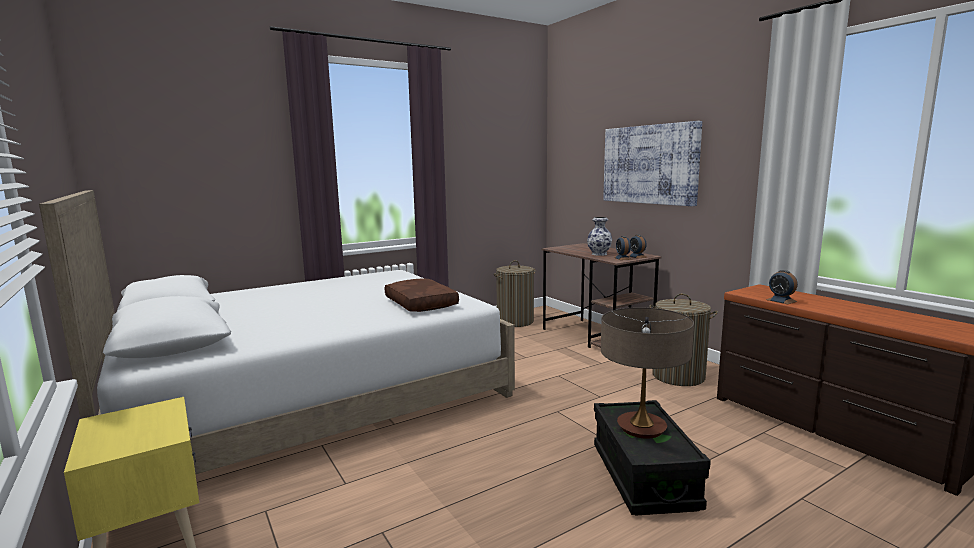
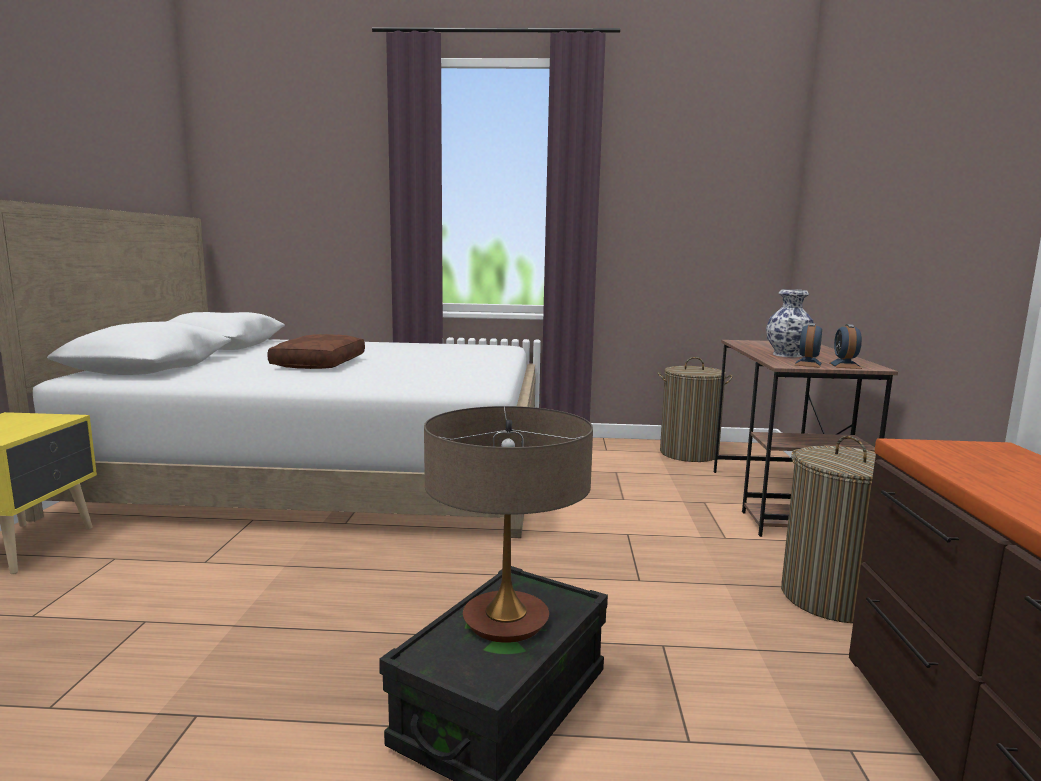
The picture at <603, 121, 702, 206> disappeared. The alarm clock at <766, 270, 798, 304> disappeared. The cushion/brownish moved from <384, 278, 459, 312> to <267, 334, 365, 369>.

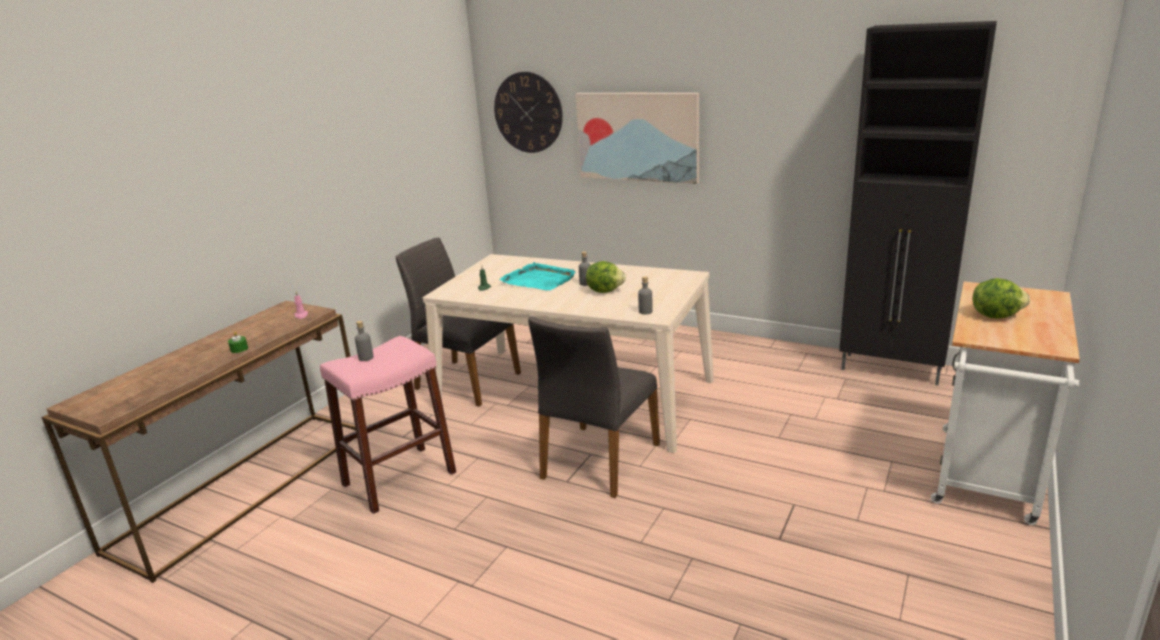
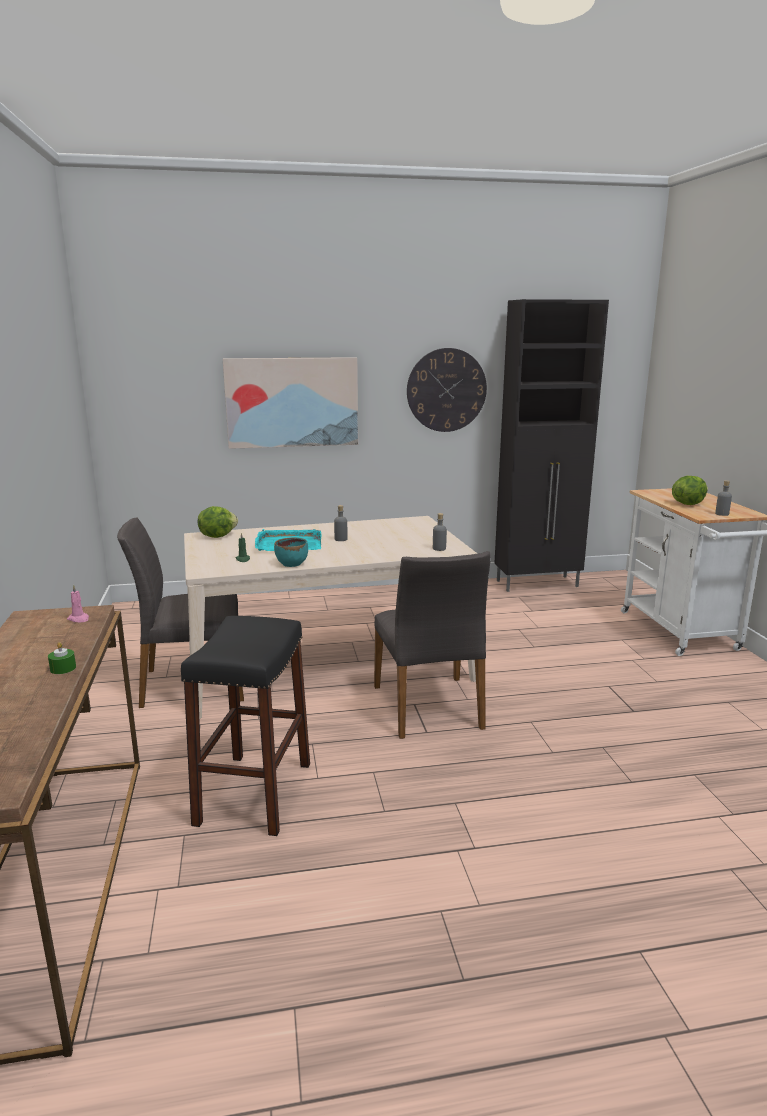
The serving bowl/turquoise at <274, 538, 308, 567> appeared. The beverage bottle/gray moved from <355, 321, 374, 361> to <715, 480, 732, 516>. The wall clock moved from <494, 72, 563, 153> to <407, 348, 487, 432>. The head of lettuce moved from <586, 261, 626, 293> to <198, 506, 238, 538>. The stool seat/pink at <320, 336, 456, 514> became the stool seat/blackish at <181, 616, 310, 836>.

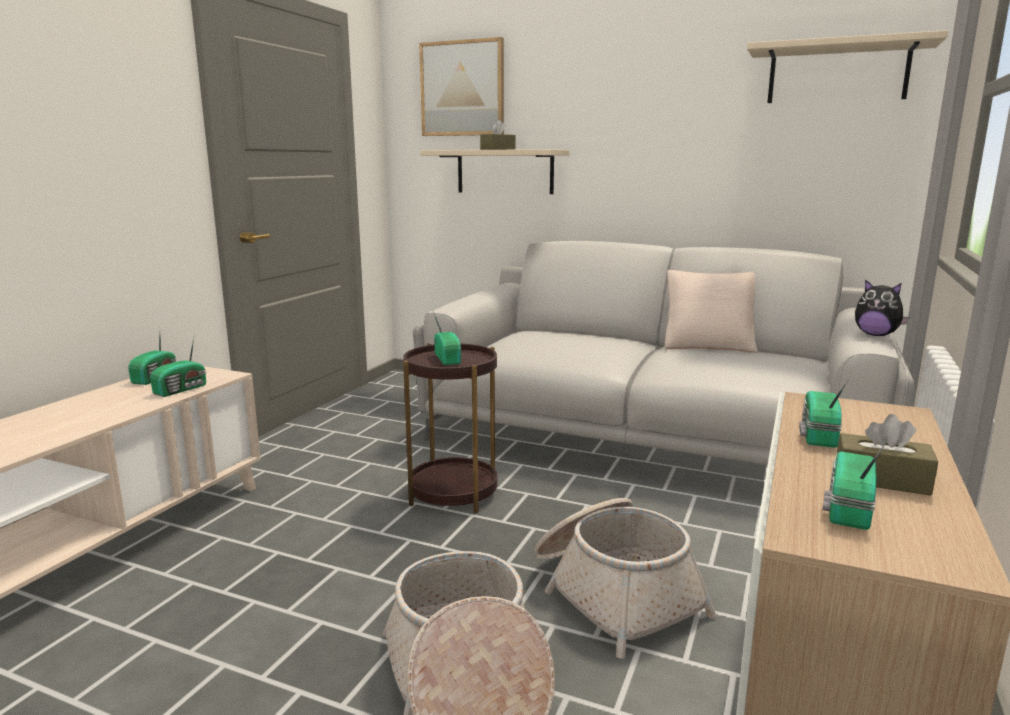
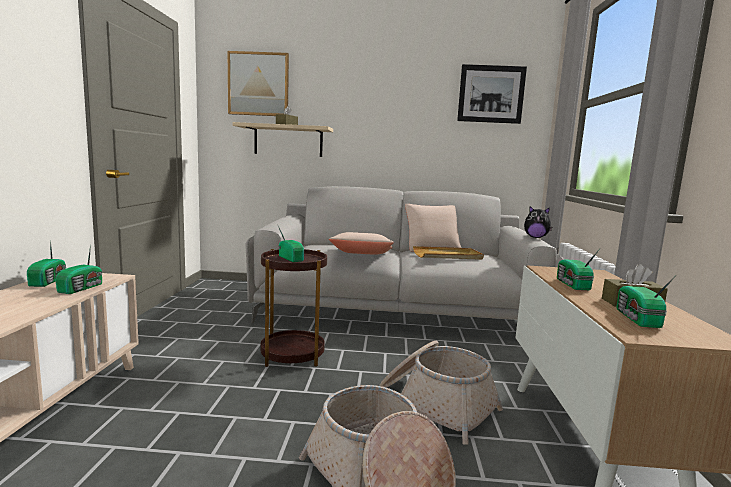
The cushion/beige at <329, 232, 394, 255> appeared. The tray/beige at <413, 246, 484, 260> appeared. The shelf/beige at <747, 30, 948, 103> was replaced by the picture at <457, 64, 527, 124>.

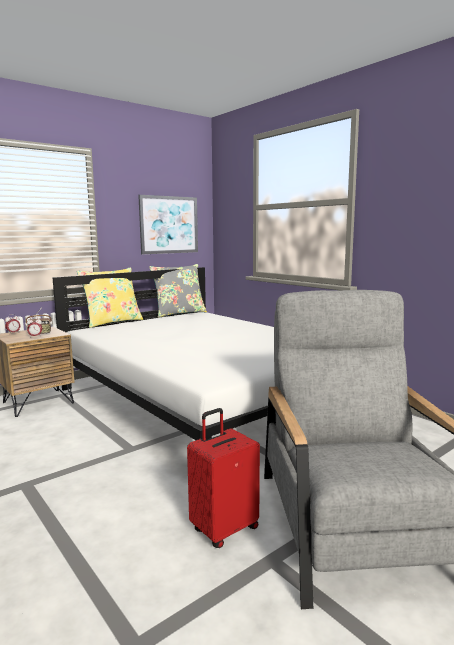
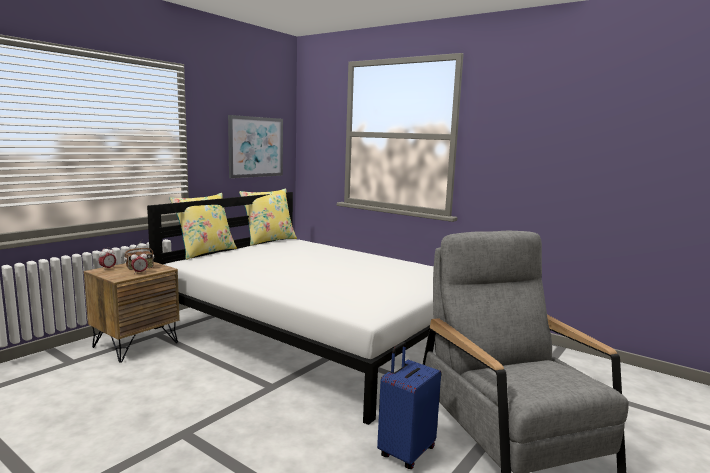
The cushion/gray at <149, 264, 207, 318> became the cushion/yellow-coloured at <239, 188, 297, 246>. The suitcase/reddish at <187, 408, 260, 548> became the suitcase/blue-coloured at <377, 342, 441, 469>.

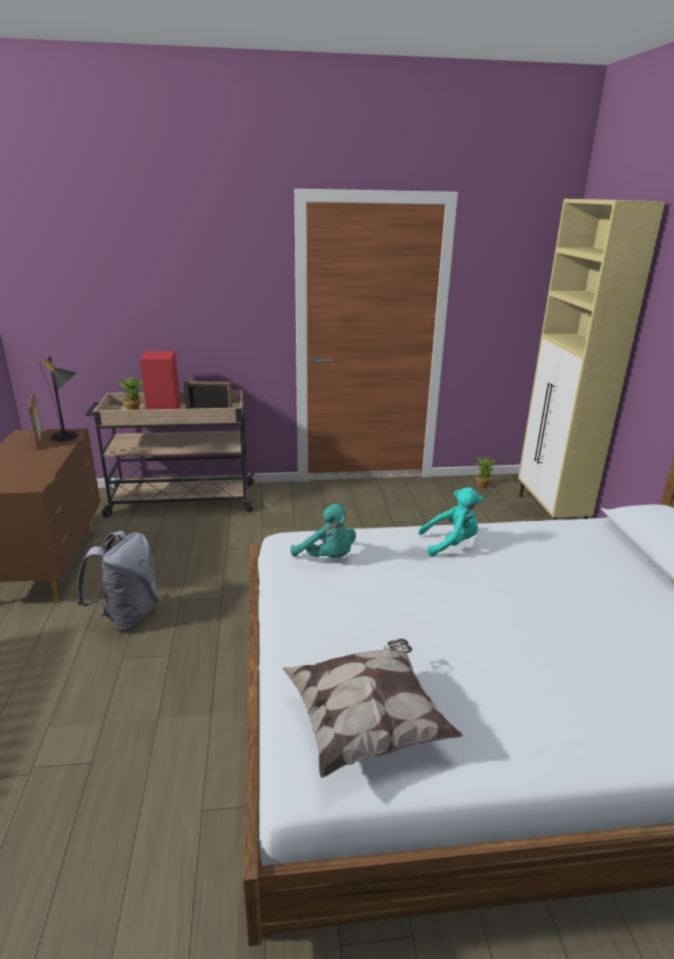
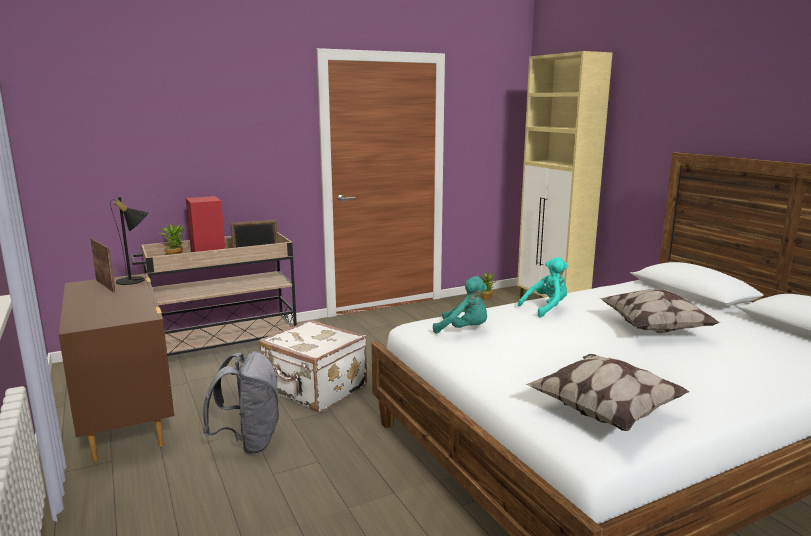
The suitcase/whitish at <258, 320, 367, 412> appeared. The cushion at <600, 289, 720, 333> appeared.

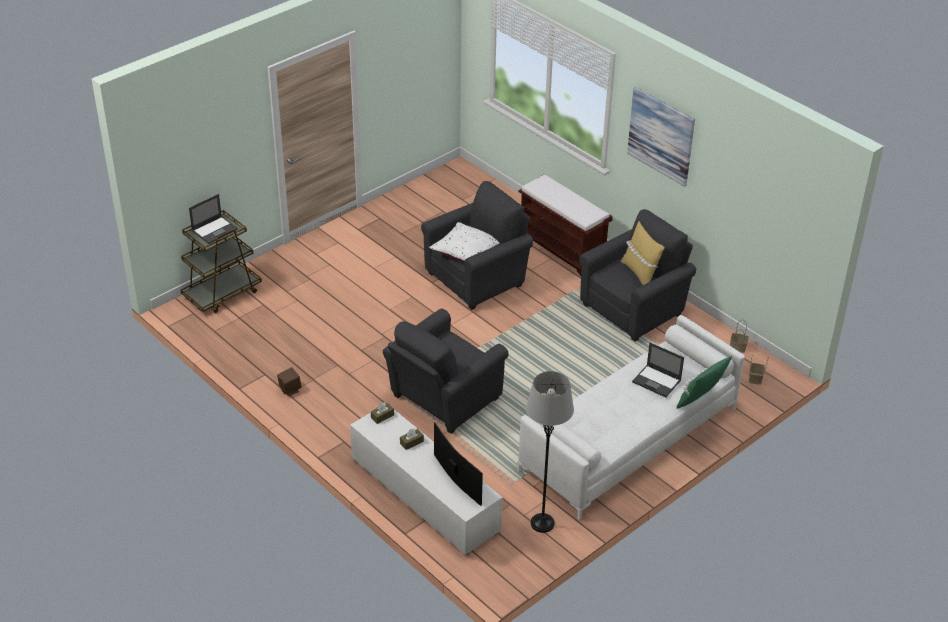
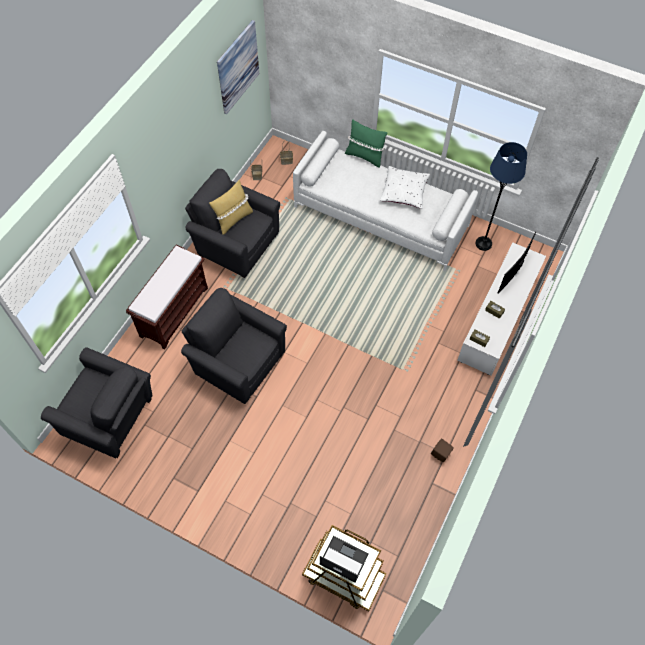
The laptop at <632, 343, 684, 397> disappeared. The lounge chair/gray moved from <383, 309, 508, 434> to <41, 347, 152, 458>. The cushion/whitish moved from <429, 222, 500, 263> to <380, 166, 430, 209>. The picture moved from <627, 87, 695, 187> to <217, 20, 259, 114>. The standard lamp/gray at <526, 371, 574, 533> became the standard lamp/blue-coloured at <476, 142, 527, 251>.

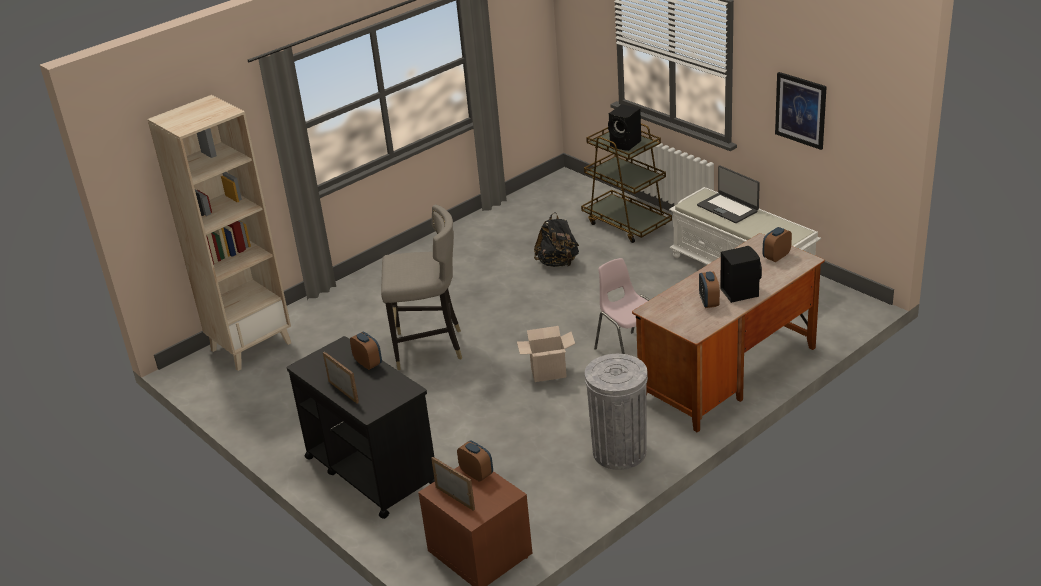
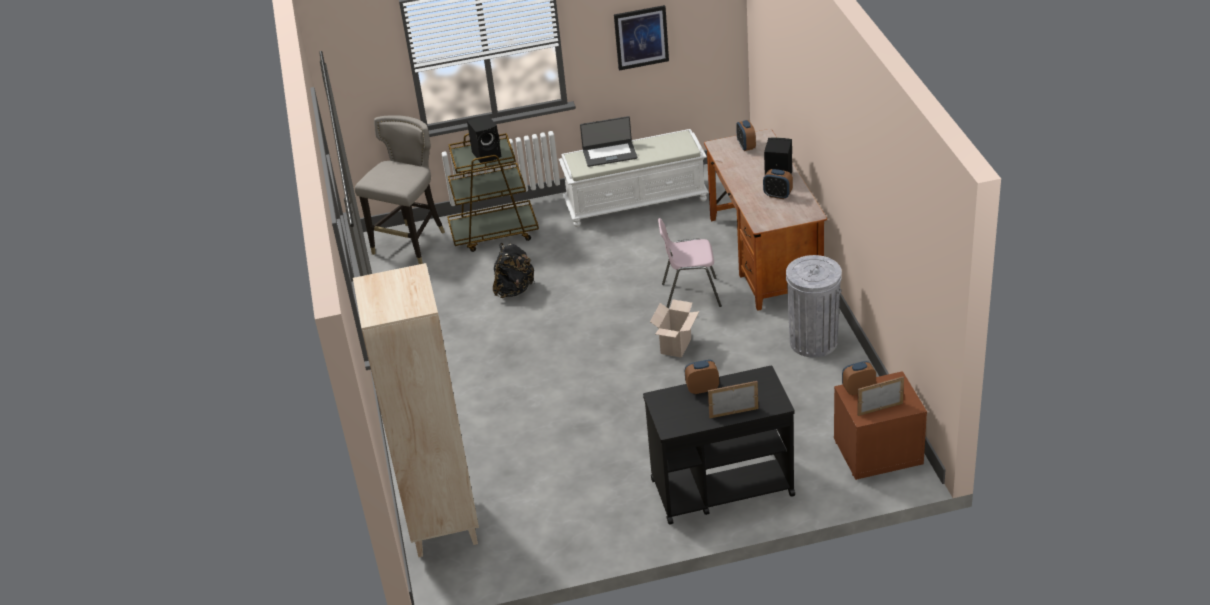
The stool seat/gray moved from <381, 204, 462, 370> to <355, 115, 445, 264>.

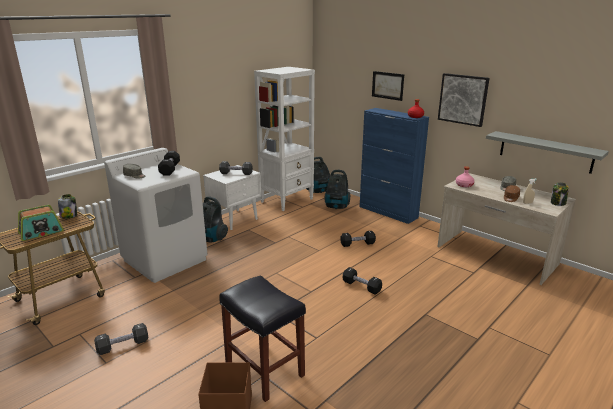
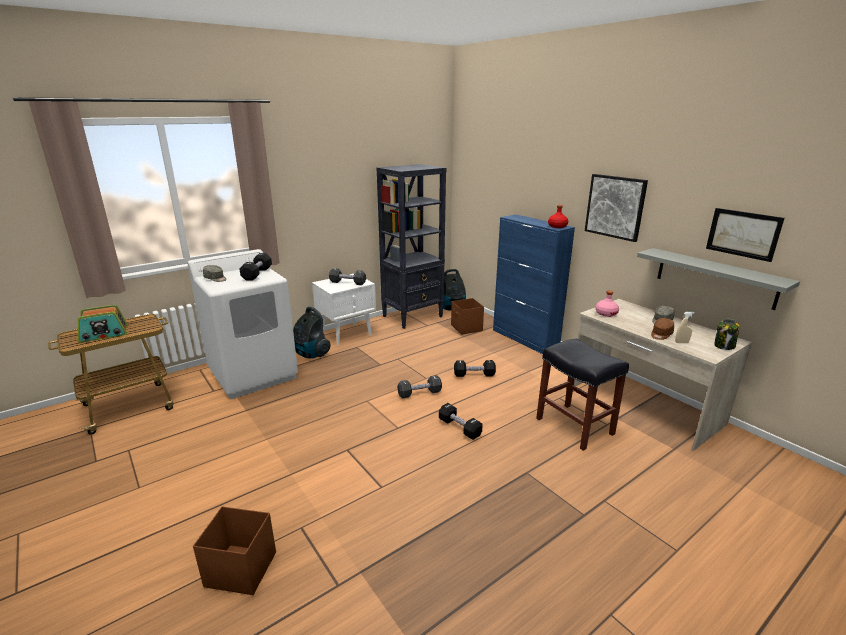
The preserve jar at <58, 194, 77, 219> disappeared. The hand weight/blackish moved from <94, 323, 148, 355> to <397, 375, 442, 399>. The stool seat/blackish moved from <219, 275, 306, 402> to <536, 339, 629, 451>. The picture moved from <372, 71, 404, 101> to <706, 208, 784, 262>. The vacuum cleaner at <325, 170, 350, 209> was replaced by the storage container/brownish at <451, 298, 484, 335>. The shelving unit/whitish at <254, 67, 315, 211> became the shelving unit/blackish at <377, 164, 446, 329>.

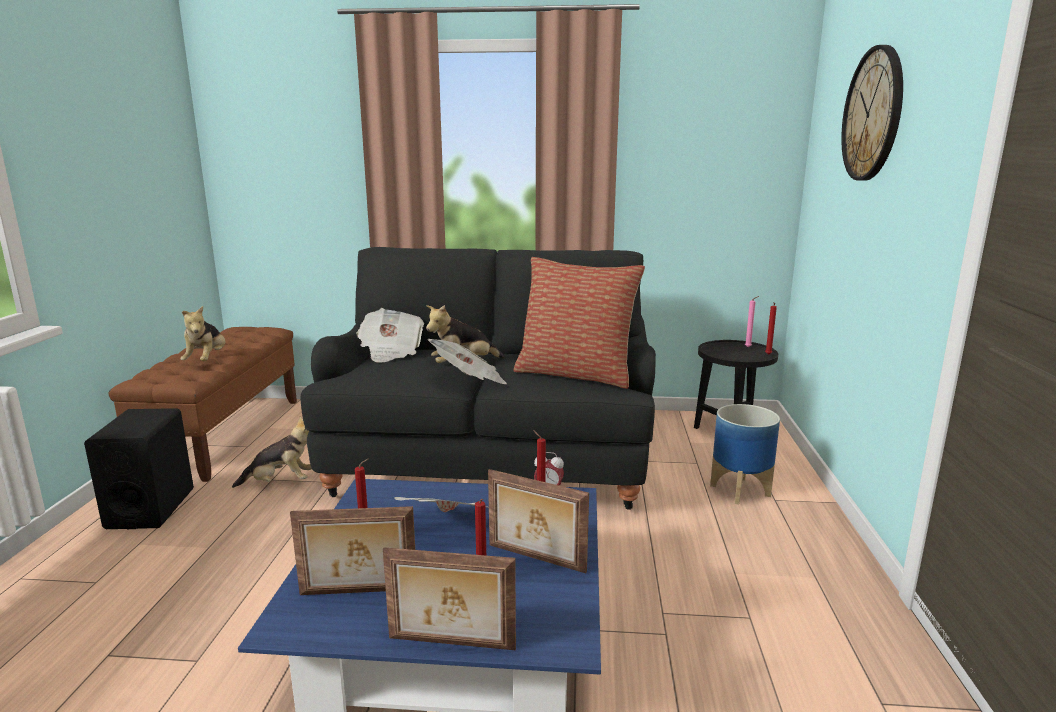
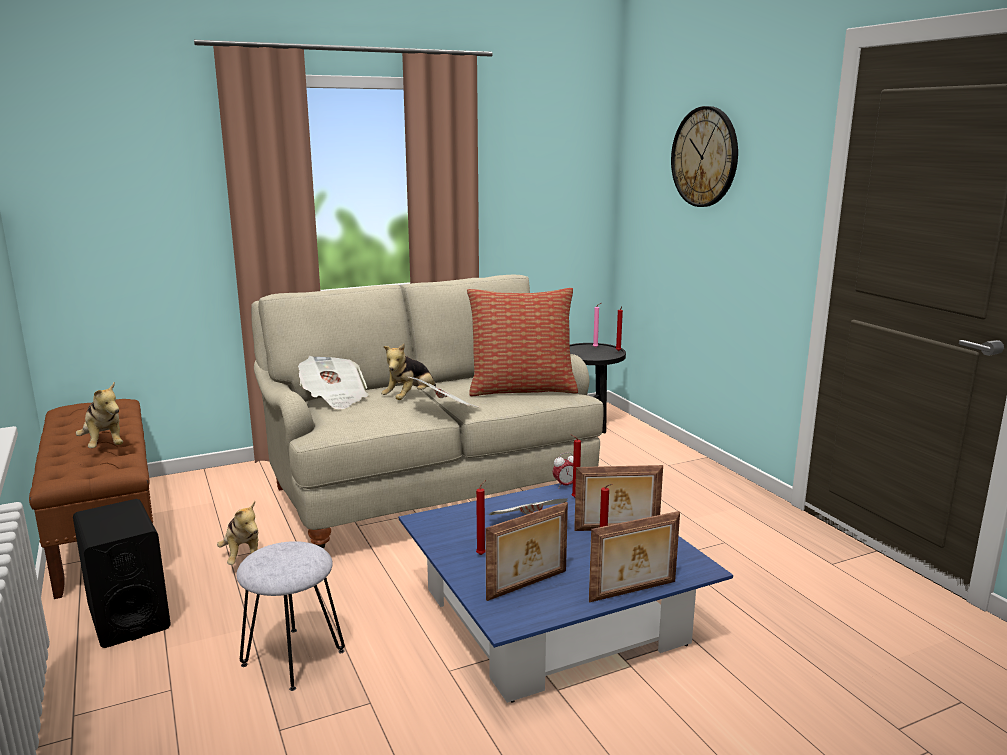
The plant pot at <710, 404, 780, 505> disappeared. The stool seat/gray at <236, 541, 345, 691> appeared. The sofa/blackish at <300, 247, 656, 510> became the sofa/beige at <251, 275, 604, 548>. The plush toy at <232, 416, 312, 488> turned 105 degrees clockwise.

